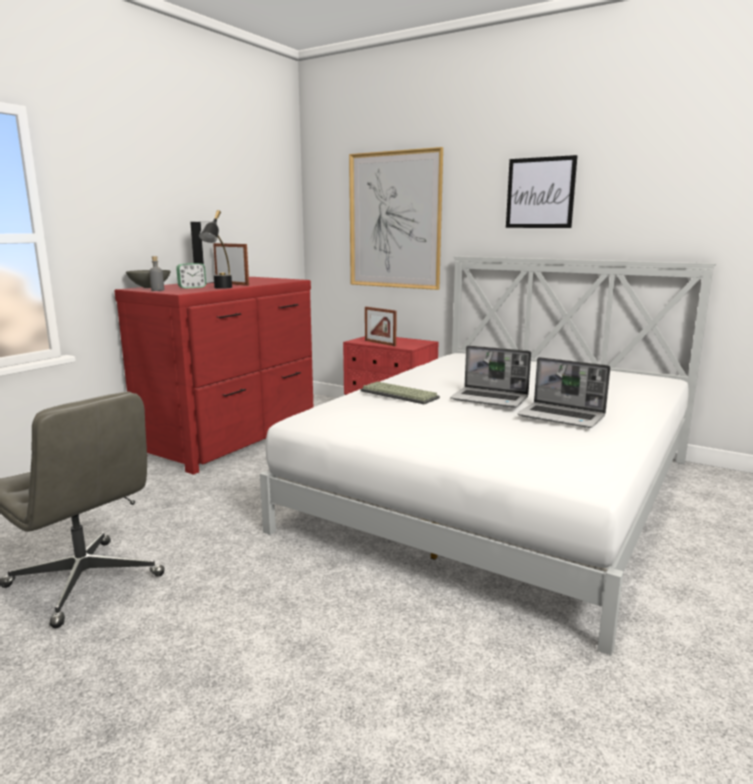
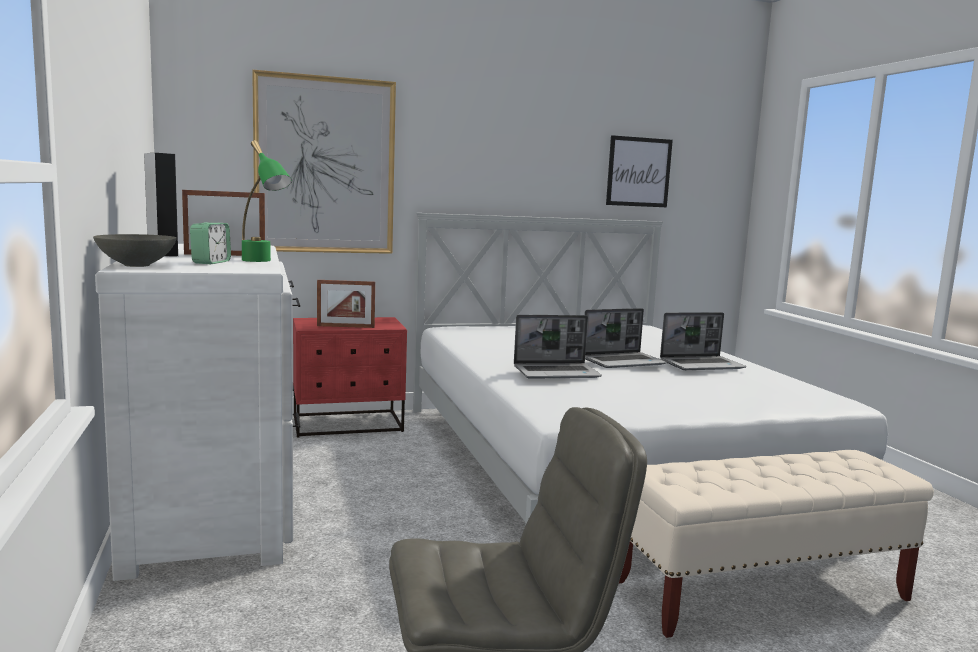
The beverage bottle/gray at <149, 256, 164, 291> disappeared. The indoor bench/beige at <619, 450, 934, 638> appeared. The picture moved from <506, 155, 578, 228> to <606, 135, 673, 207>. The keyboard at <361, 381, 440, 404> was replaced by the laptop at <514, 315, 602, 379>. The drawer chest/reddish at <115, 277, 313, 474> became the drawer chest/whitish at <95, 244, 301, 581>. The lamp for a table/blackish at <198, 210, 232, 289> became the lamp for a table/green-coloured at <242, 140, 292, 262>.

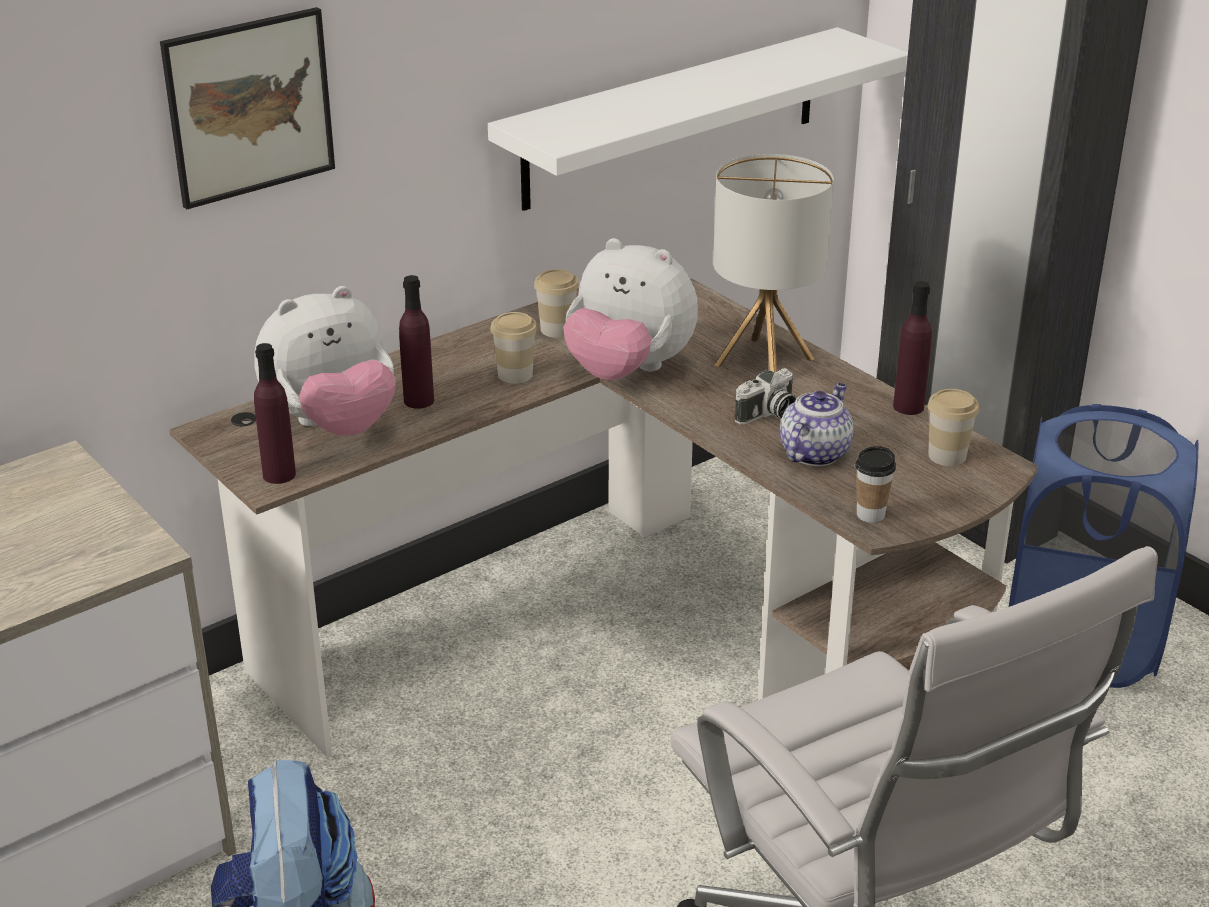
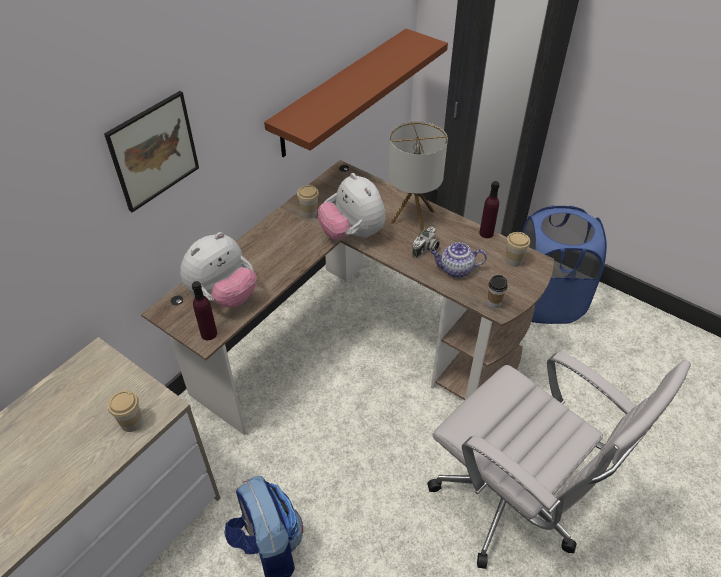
The beverage bottle/purple-coloured at <399, 275, 434, 409> disappeared. The drinking cup moved from <490, 312, 537, 384> to <108, 390, 143, 432>. The shelf/whitish at <488, 27, 908, 211> became the shelf/brownish at <264, 29, 448, 157>. The plush toy at <563, 238, 698, 381> turned 45 degrees clockwise. The tea pot at <780, 383, 853, 466> turned 105 degrees counterclockwise.

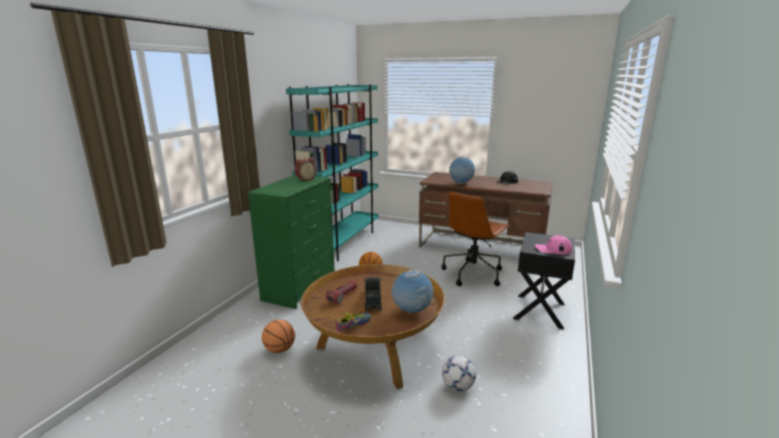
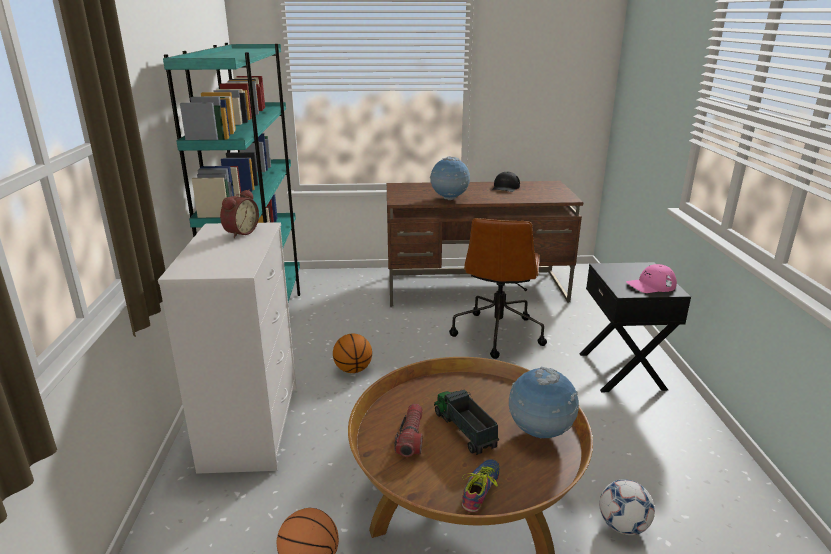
The drawer chest/green-coloured at <247, 175, 335, 309> became the drawer chest/whitish at <158, 222, 296, 474>.

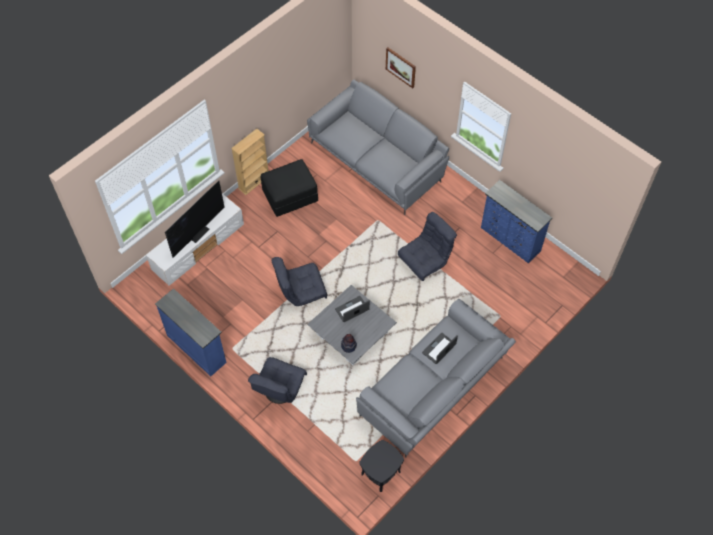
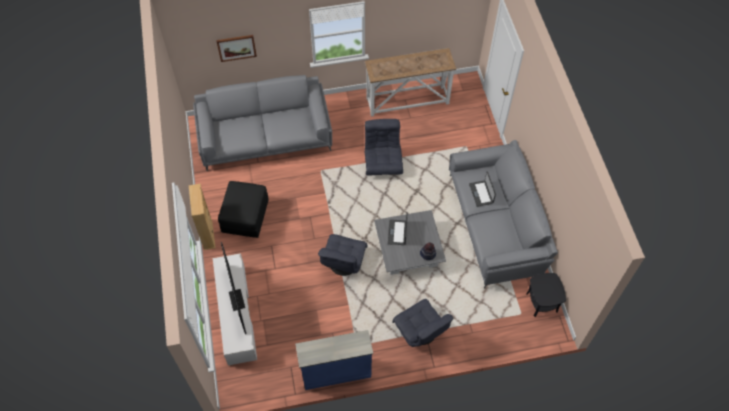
The drawer chest/blue-coloured at <481, 180, 552, 264> was replaced by the console table at <365, 48, 456, 117>.

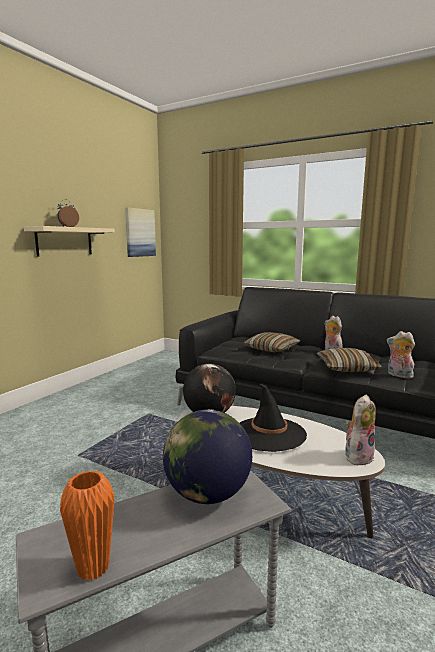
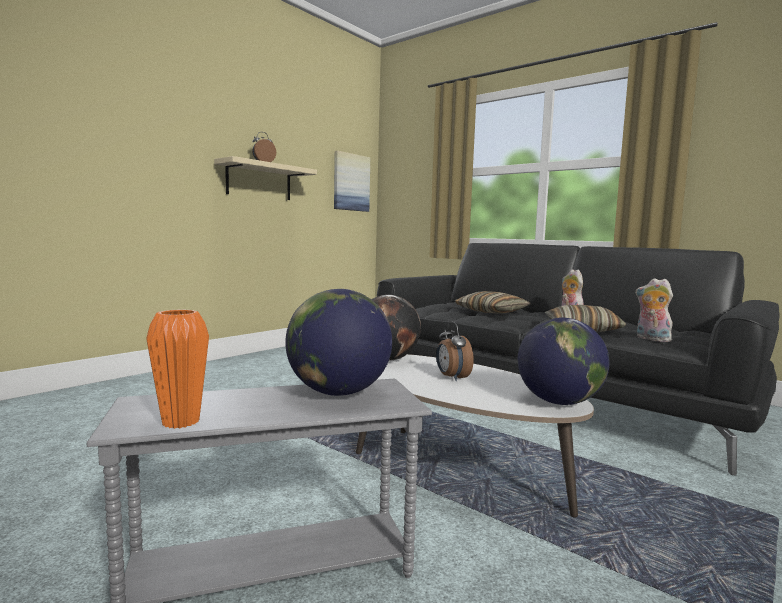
The wearable hat/blackish at <240, 383, 307, 452> was replaced by the alarm clock at <436, 322, 474, 381>. The plush toy at <345, 395, 376, 465> was replaced by the world globe at <518, 318, 609, 405>.

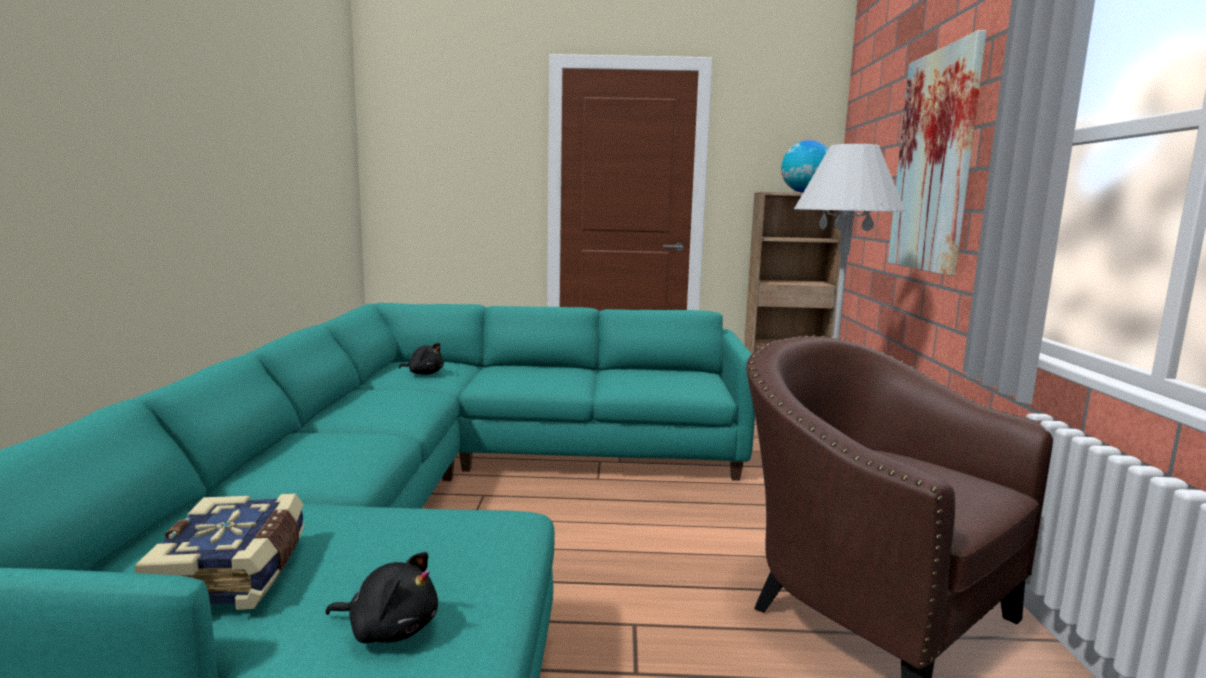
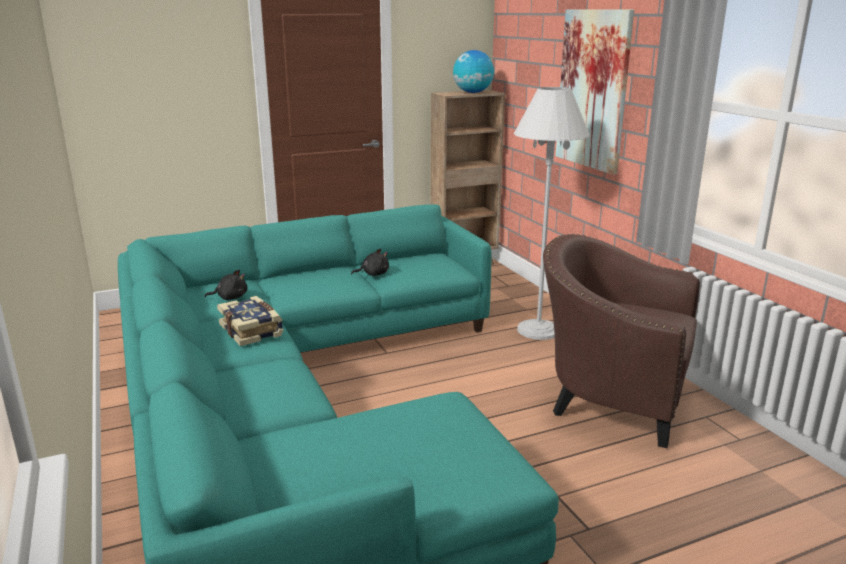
The volume moved from <135, 494, 305, 610> to <217, 296, 283, 346>. The plush toy/blackish moved from <325, 552, 438, 643> to <351, 248, 389, 276>.

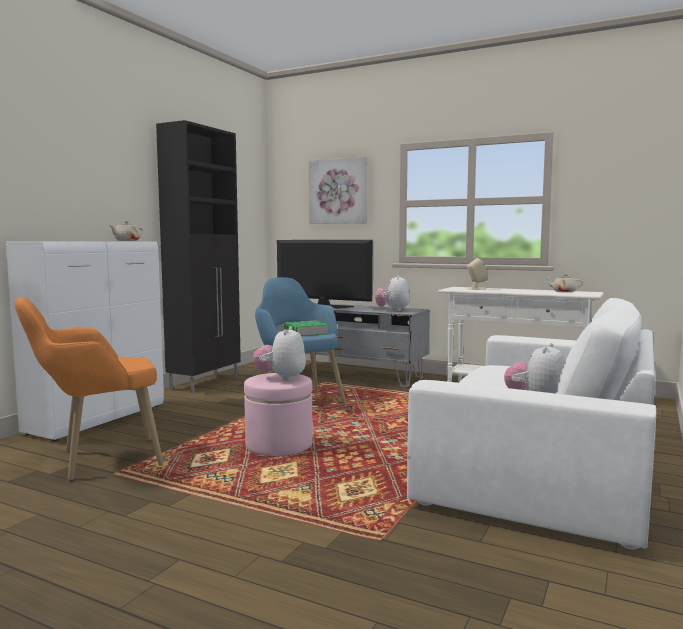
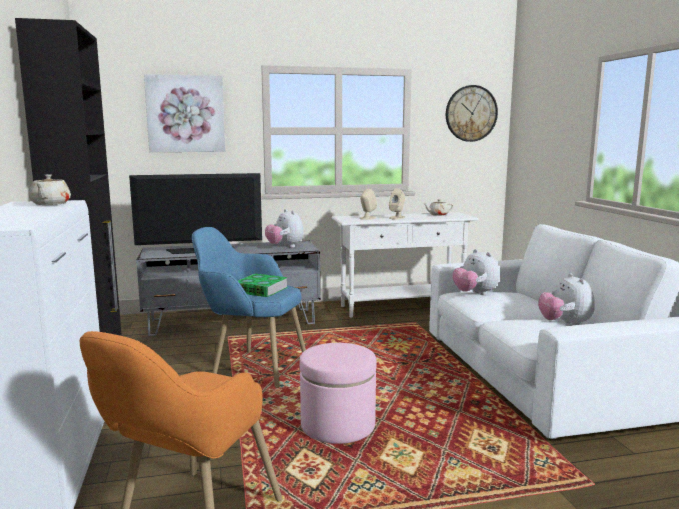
The loudspeaker/beige at <389, 188, 405, 220> appeared. The wall clock at <446, 85, 498, 142> appeared. The plush toy moved from <253, 326, 306, 381> to <452, 249, 500, 295>.

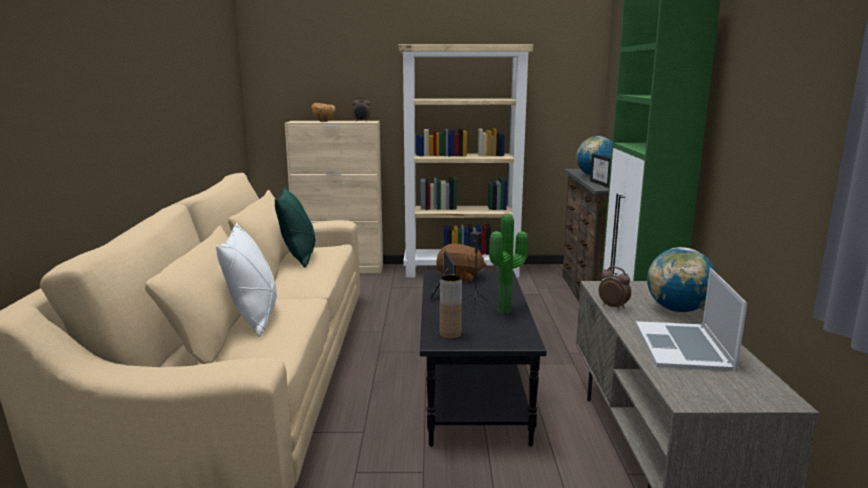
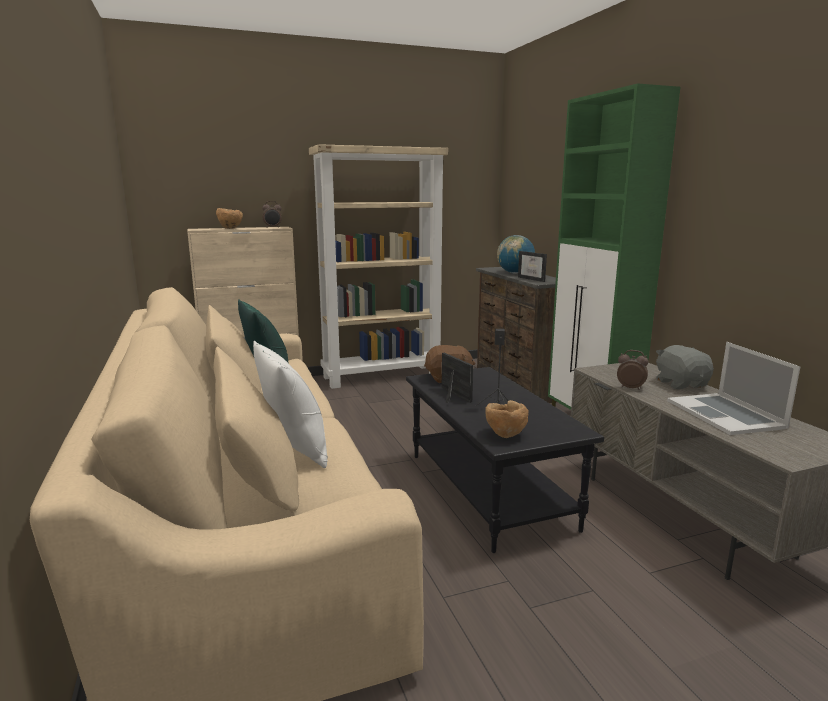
The houseplant at <489, 214, 528, 313> disappeared. The decorative vase/brownish at <440, 274, 462, 339> was replaced by the serving bowl/brownish at <485, 400, 529, 438>. The world globe at <647, 247, 716, 313> was replaced by the plush toy/gray at <656, 345, 714, 390>.

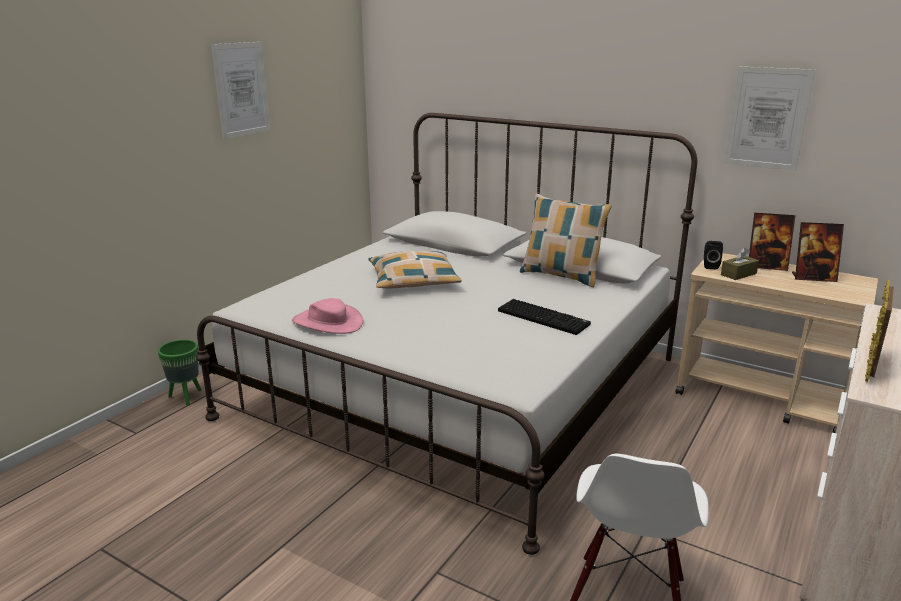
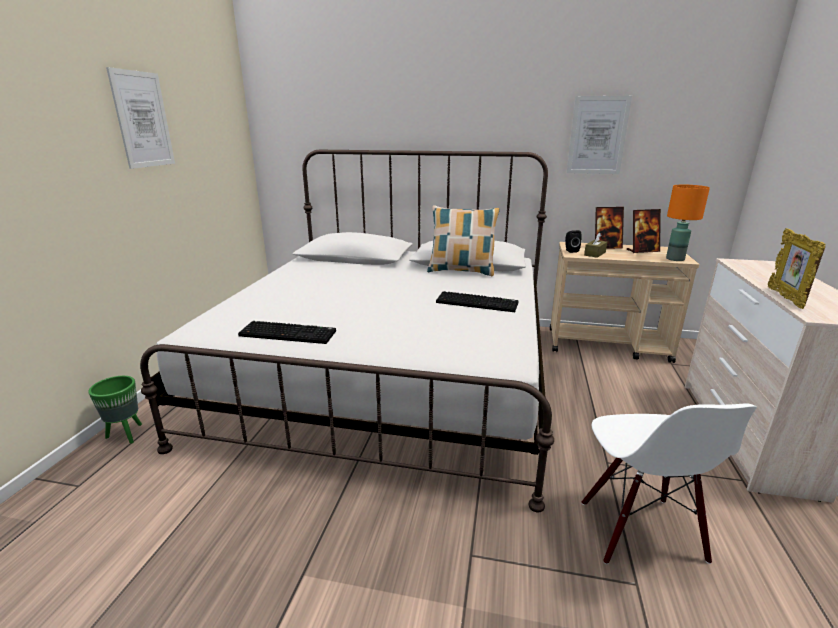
The cushion at <368, 251, 462, 288> disappeared. The lamp for a table/orange-coloured at <666, 185, 710, 261> appeared. The wearable hat/pink at <292, 298, 363, 334> was replaced by the keyboard at <238, 321, 336, 344>.

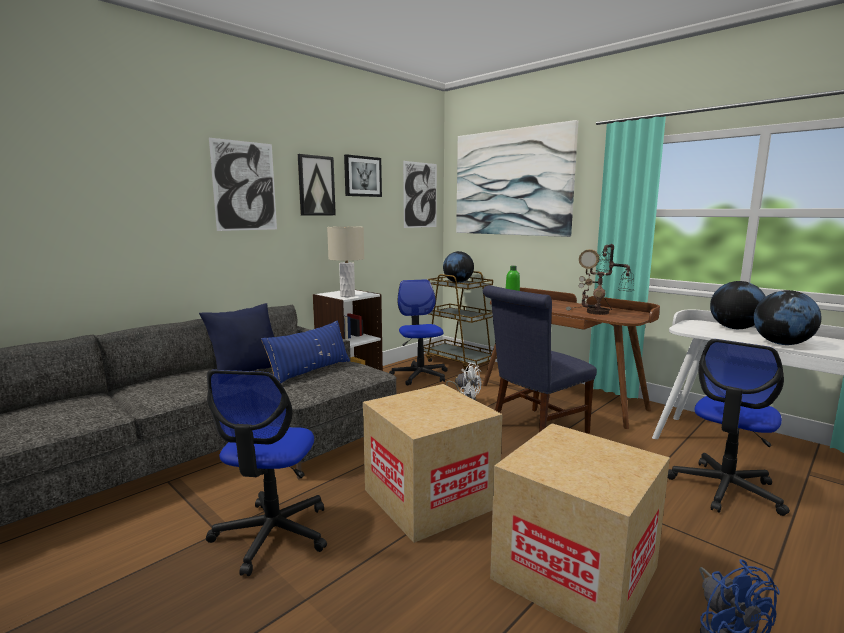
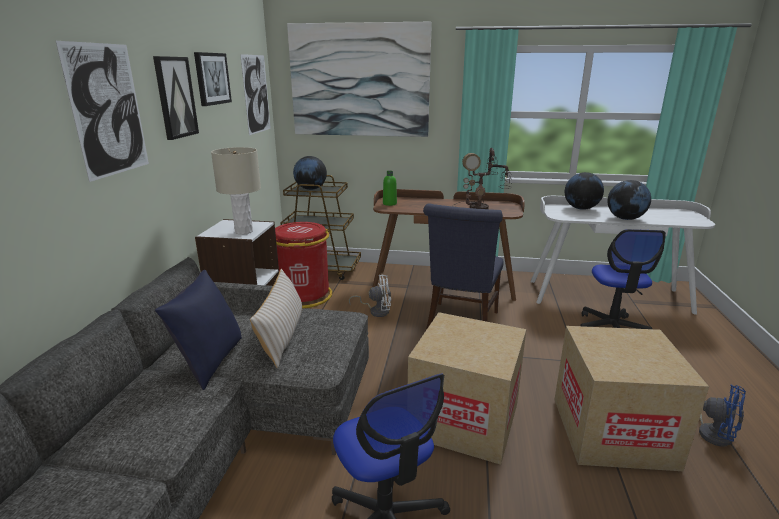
The office chair at <389, 279, 448, 386> was replaced by the trash can/reddish at <275, 222, 332, 308>. The cushion/blue-coloured at <261, 320, 350, 383> became the cushion/beige at <250, 269, 303, 368>.

